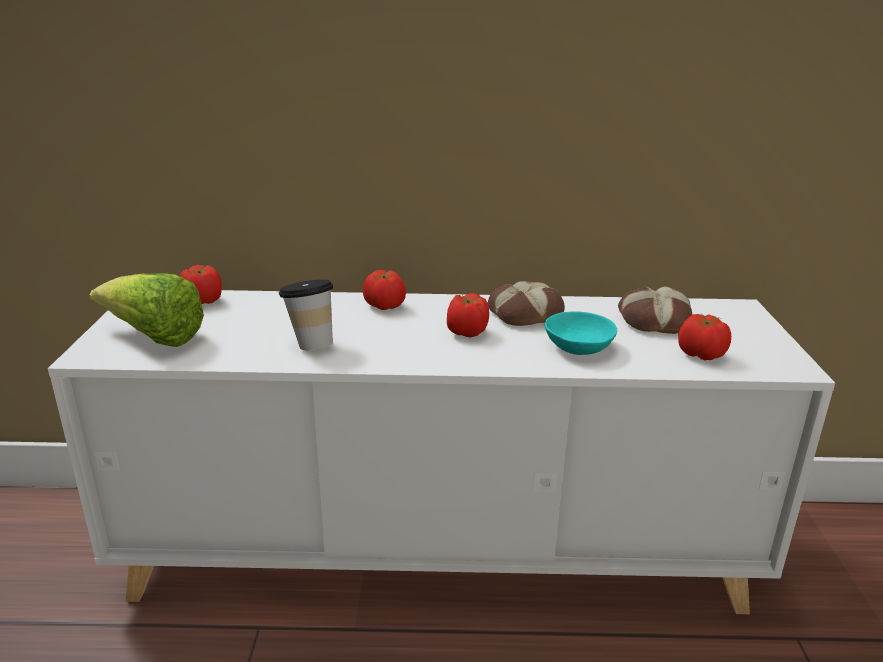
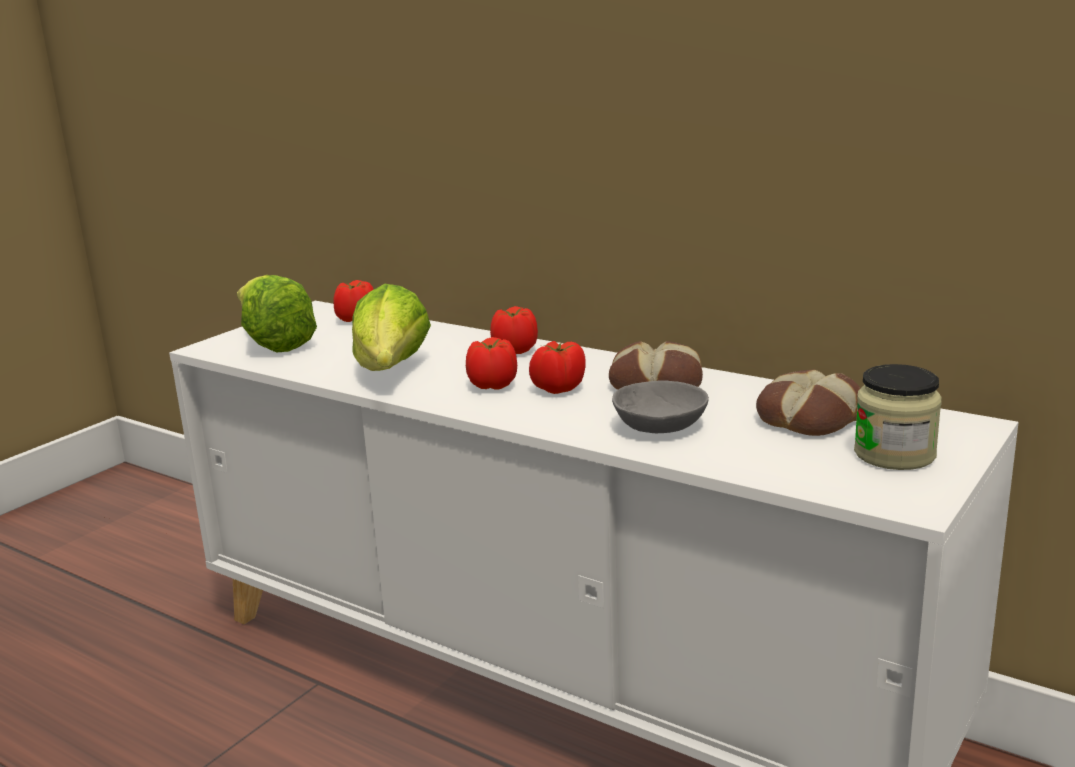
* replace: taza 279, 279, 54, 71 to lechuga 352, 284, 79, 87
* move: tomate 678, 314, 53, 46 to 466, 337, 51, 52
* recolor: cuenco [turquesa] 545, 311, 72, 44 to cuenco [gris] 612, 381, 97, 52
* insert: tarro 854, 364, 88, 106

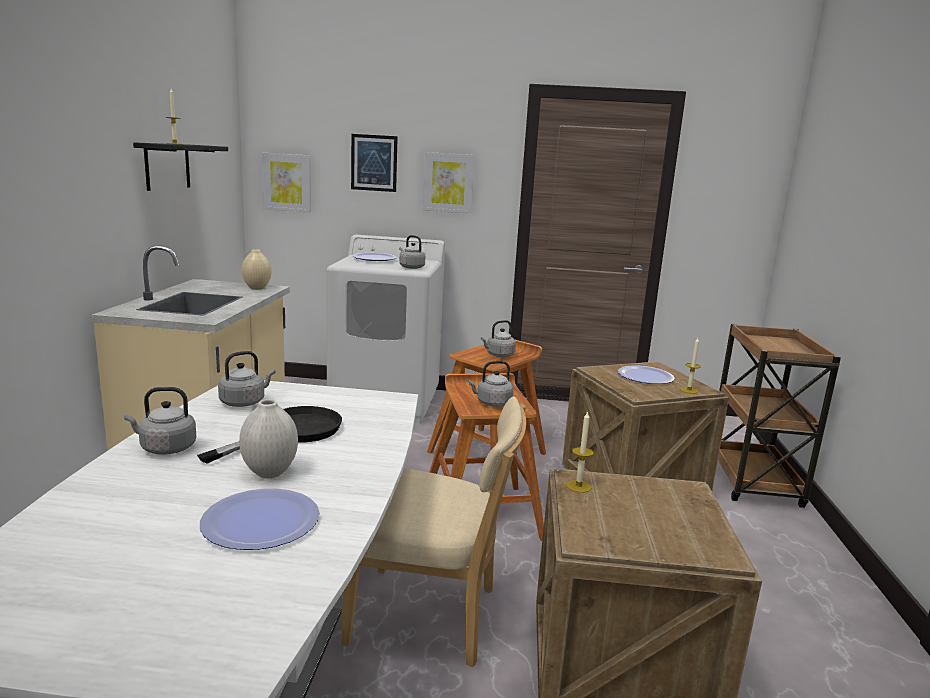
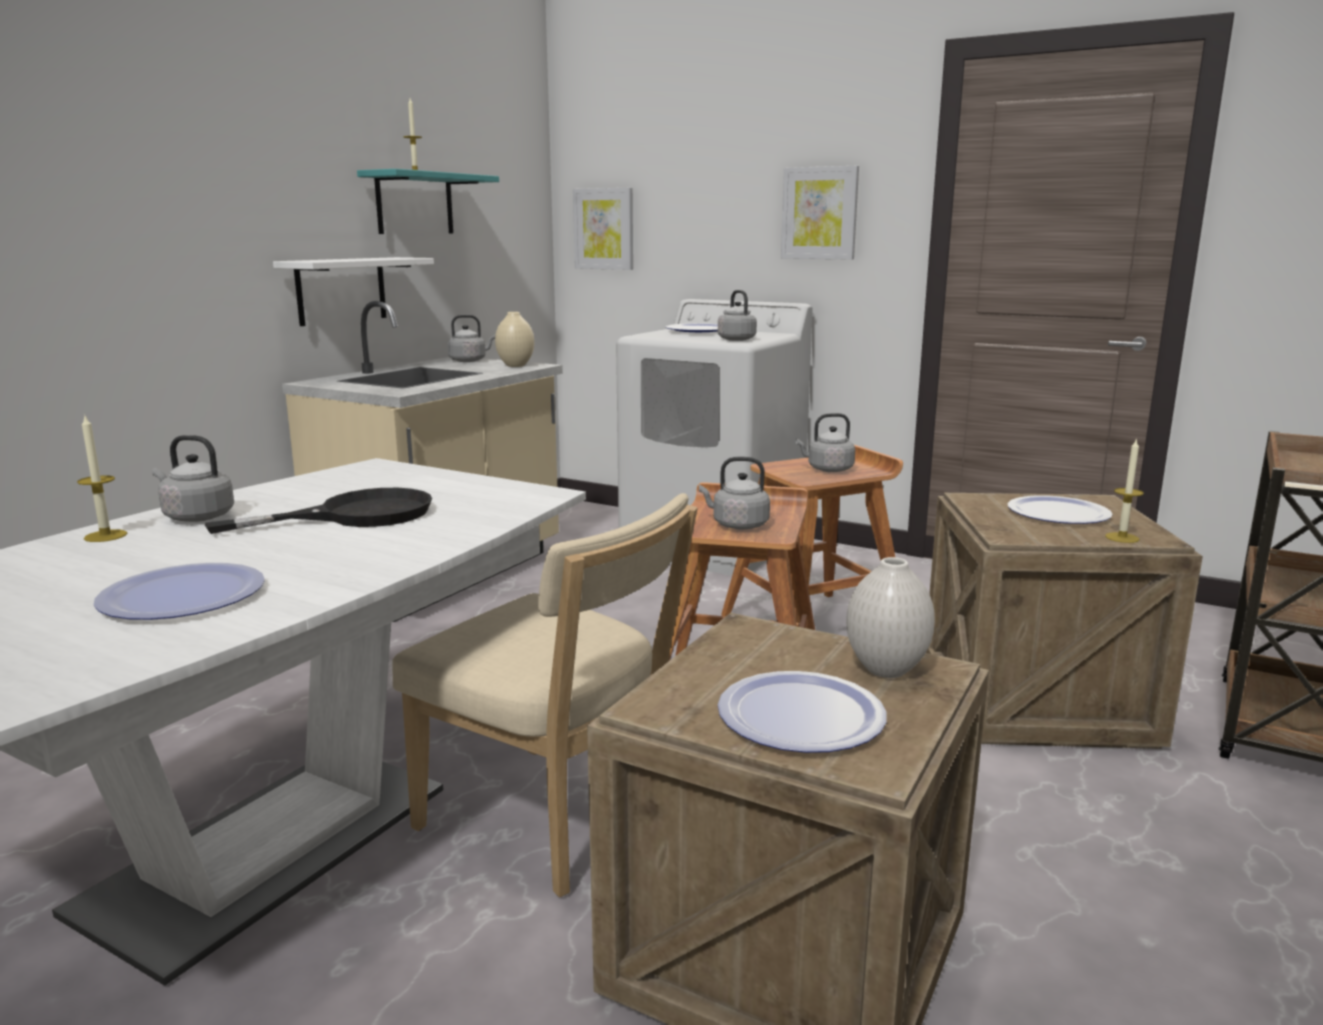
* move: vela 566, 411, 28, 82 to 77, 414, 50, 128
* insert: estante [blanco] 273, 257, 161, 69
* recolor: estante [negro] 133, 142, 95, 49 to estante [turquesa] 357, 169, 142, 65
* move: hervidor [gris] 218, 351, 57, 56 to 448, 315, 47, 47
* insert: plato 718, 671, 169, 82
* move: florero [blanco] 239, 399, 59, 79 to 846, 557, 89, 121
* delete: cuadro 351, 134, 47, 58

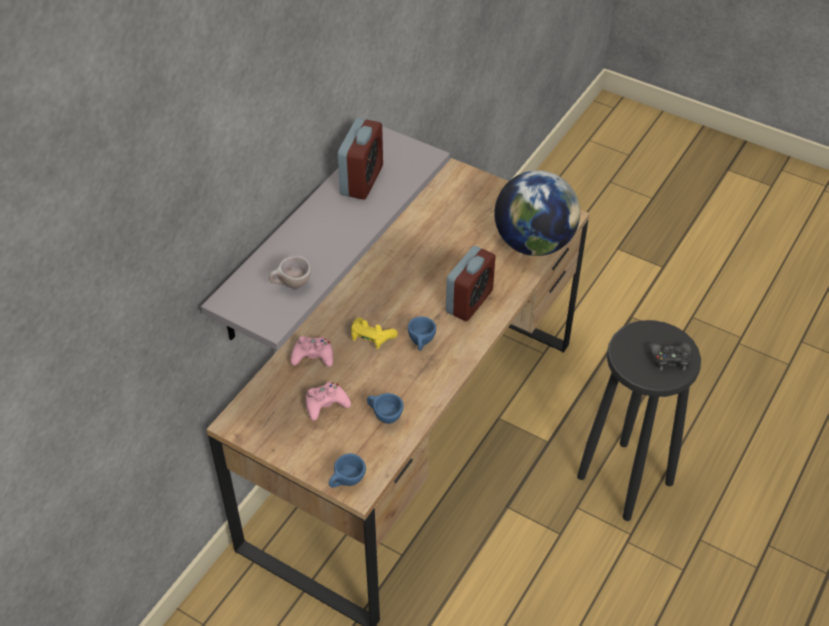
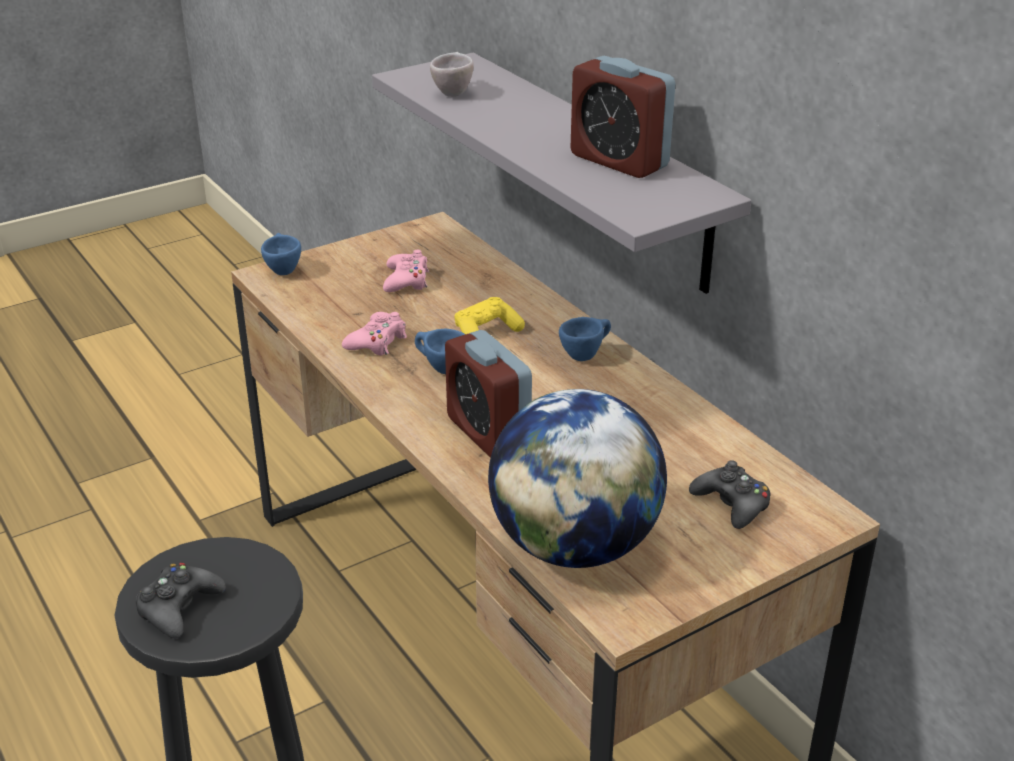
* move: mando de consola [rosa] 291, 336, 42, 31 to 342, 312, 65, 44
* move: taza [azul] 367, 393, 37, 31 to 559, 317, 52, 44
* insert: mando de consola [negro] 689, 460, 82, 69

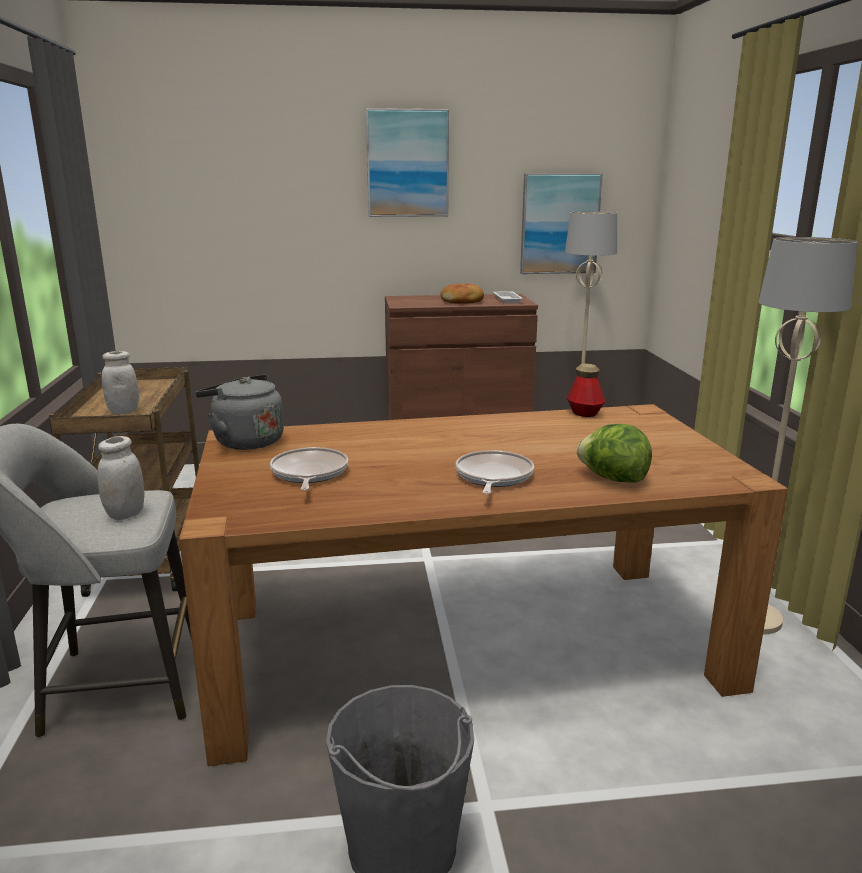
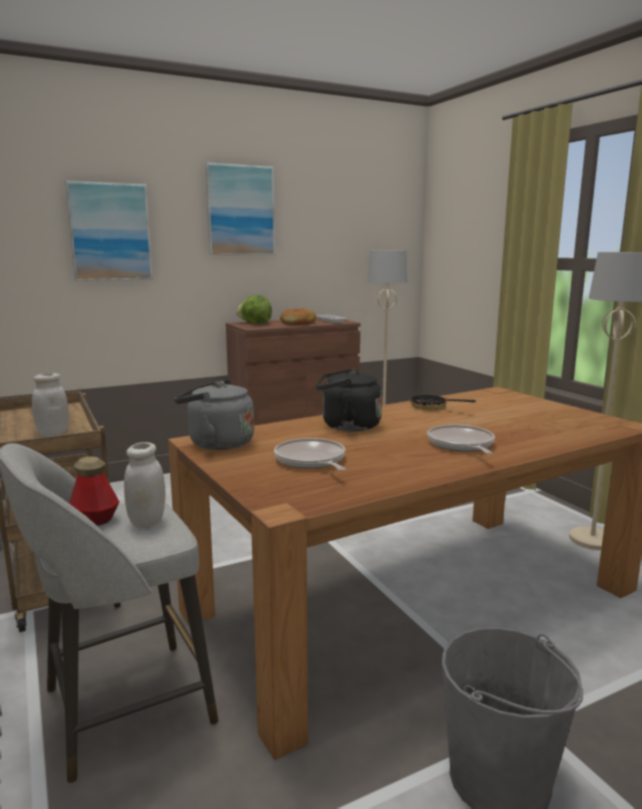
* move: cuadro 520, 173, 83, 101 to 65, 181, 88, 100
* move: botella 567, 363, 38, 54 to 69, 456, 50, 70
* move: lechuga 577, 424, 75, 59 to 236, 295, 36, 29
* insert: hervidor [negro] 316, 368, 66, 64
* insert: sartén 410, 394, 66, 16

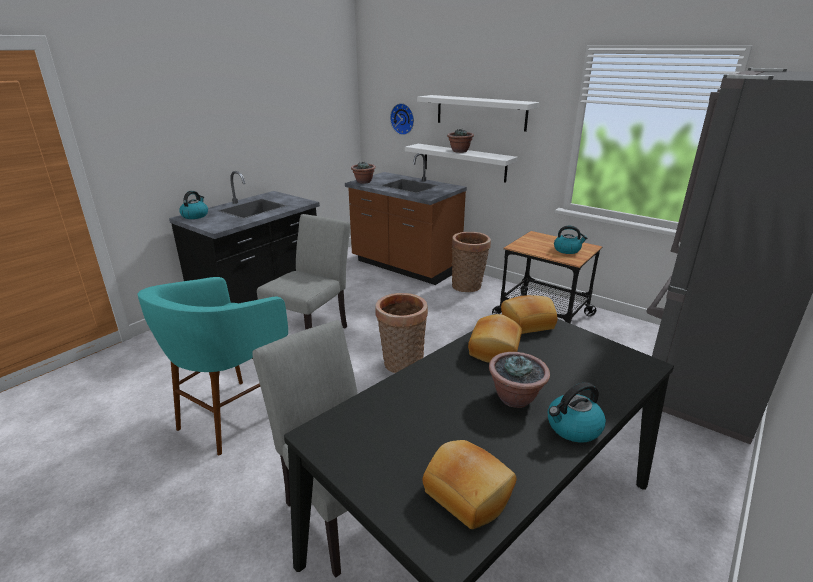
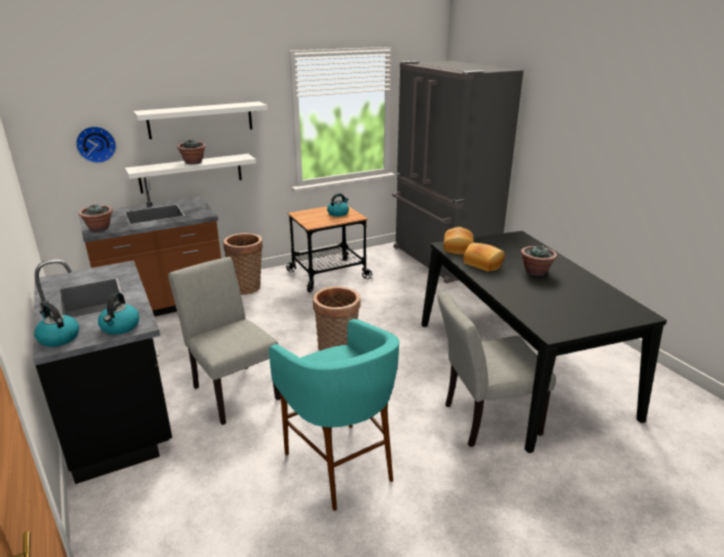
* move: hervidor 548, 382, 58, 61 to 98, 292, 42, 43
* delete: pan 422, 440, 94, 89

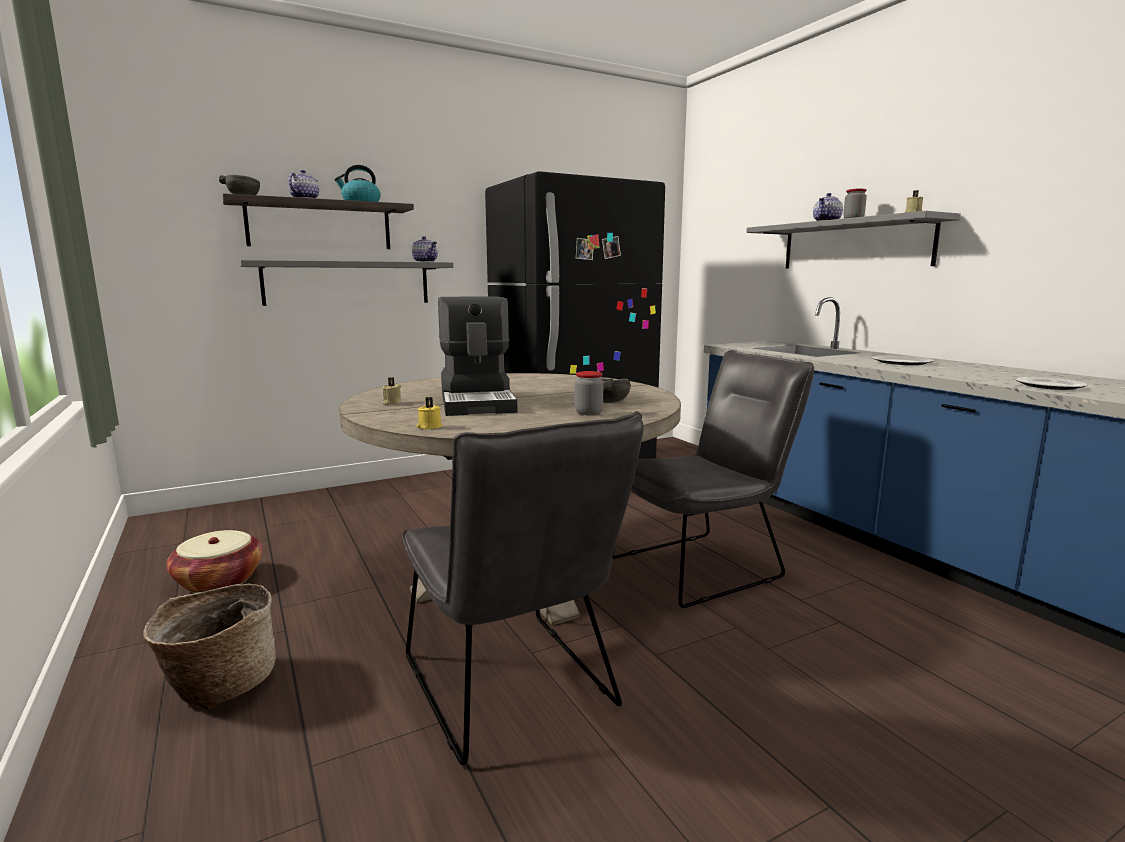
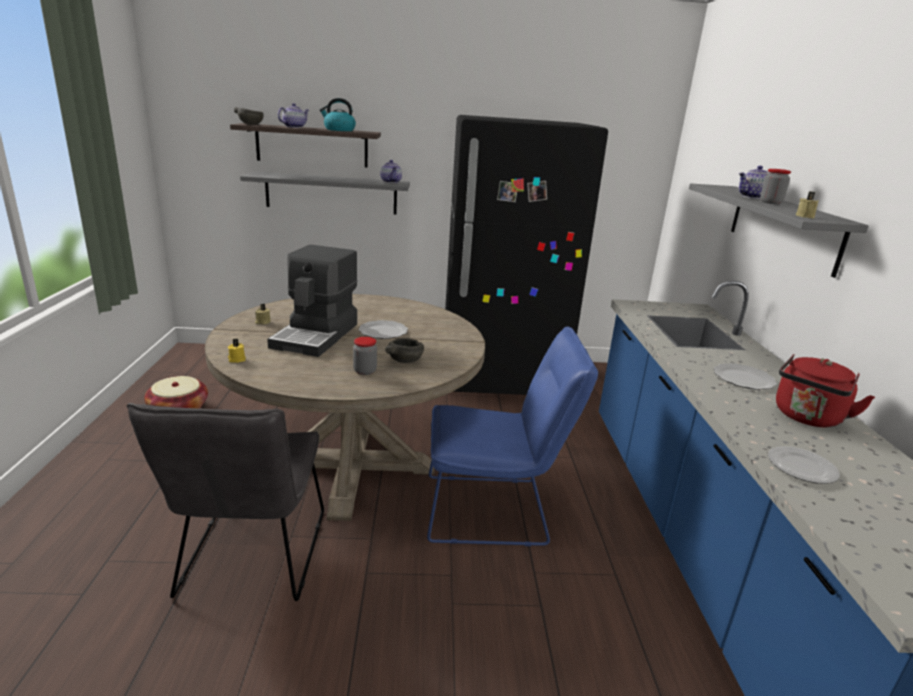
* insert: plato 358, 320, 50, 19
* recolor: silla [gris] 612, 350, 202, 258 to silla [azul] 427, 326, 171, 220
* insert: hervidor [rojo] 776, 354, 99, 73
* delete: cesta 143, 584, 133, 126

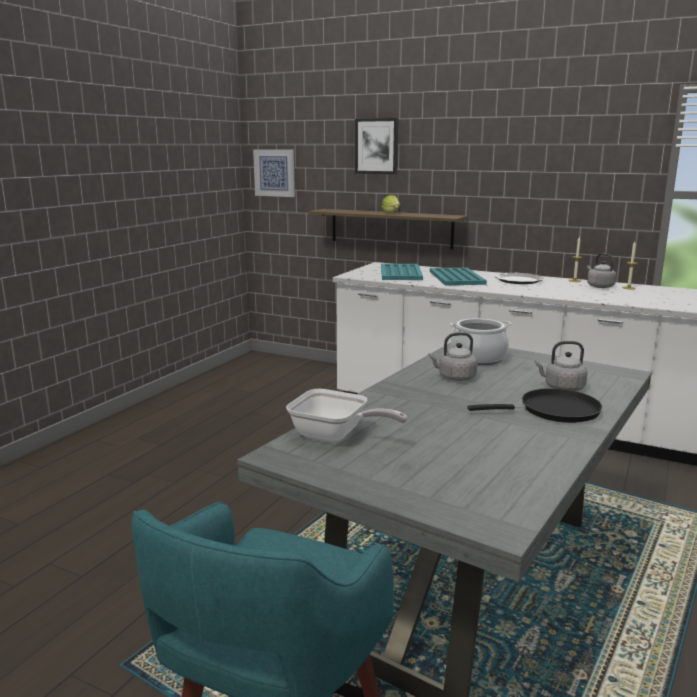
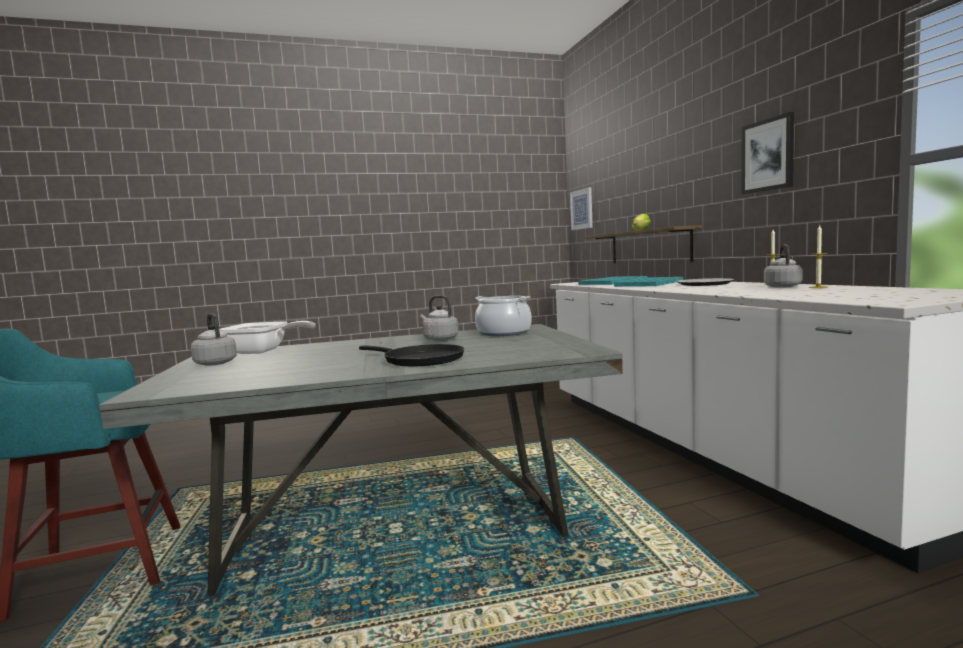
* move: hervidor [gris] 535, 341, 53, 50 to 191, 314, 46, 52
* rotate: sartén 286, 389, 121, 54 = 219, 321, 97, 33 60 degrees counterclockwise
* move: cuadro 355, 118, 43, 56 to 741, 112, 53, 82

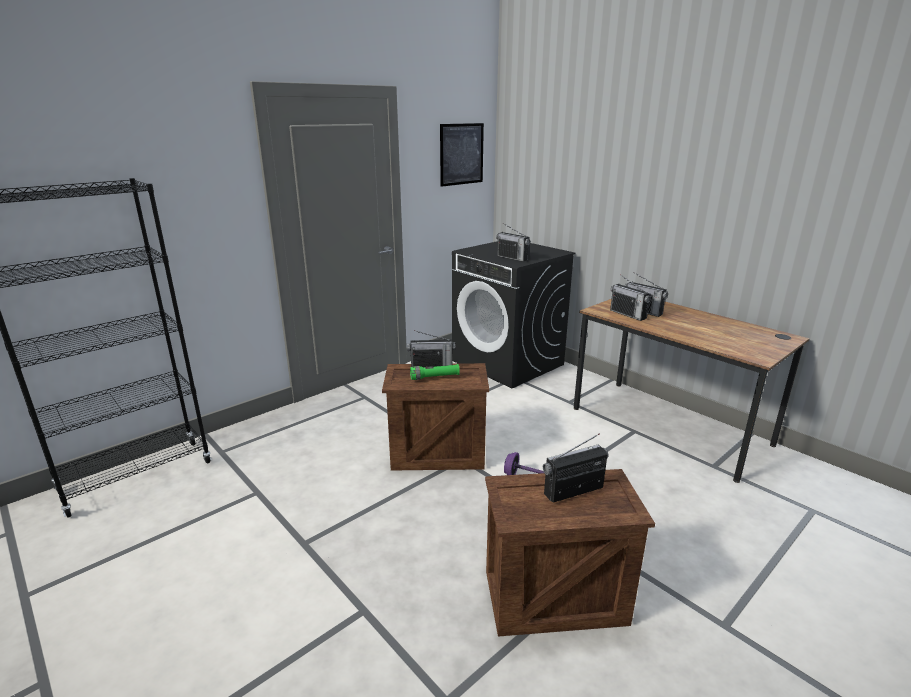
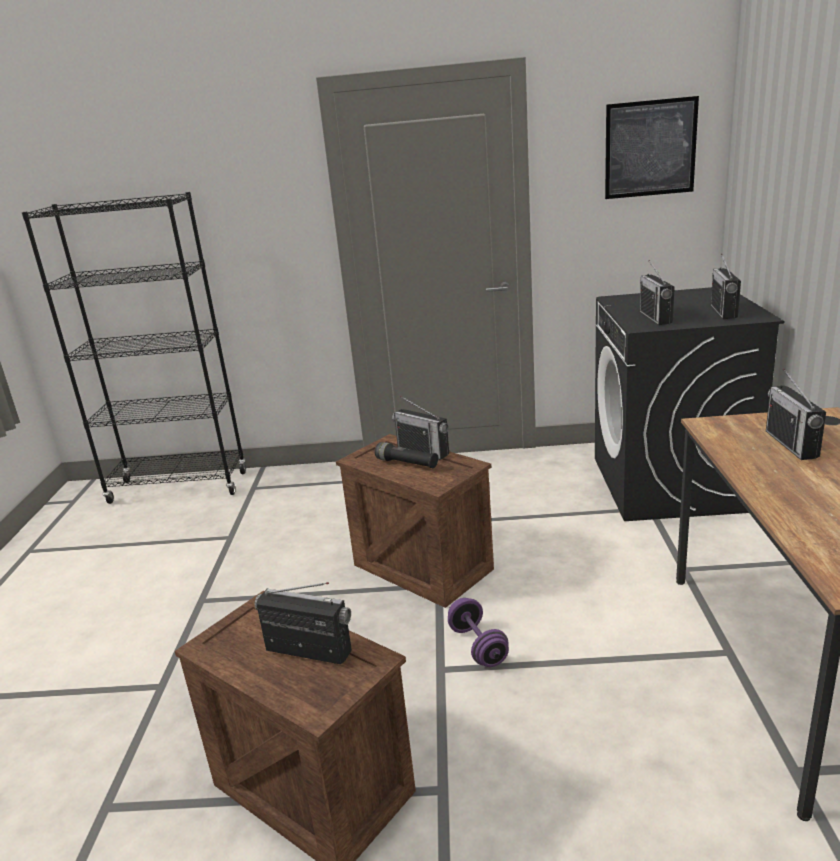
* recolor: linterna [verde] 410, 364, 50, 16 to linterna [negro] 375, 442, 64, 26
* move: radio 610, 274, 41, 47 to 711, 253, 30, 66

